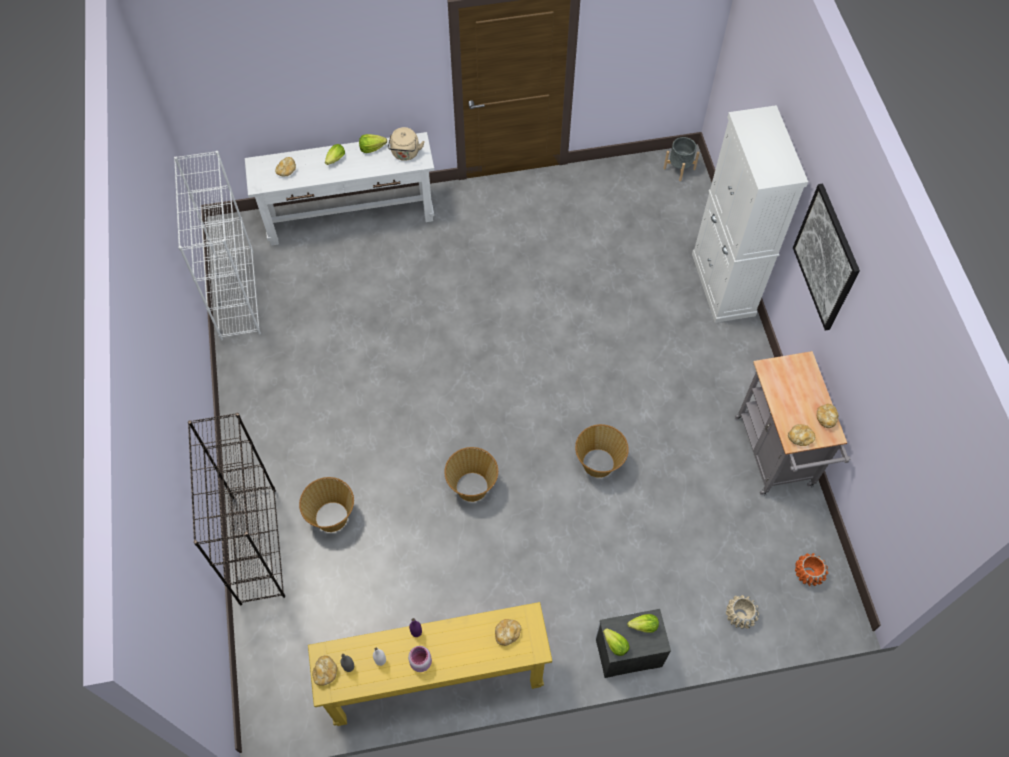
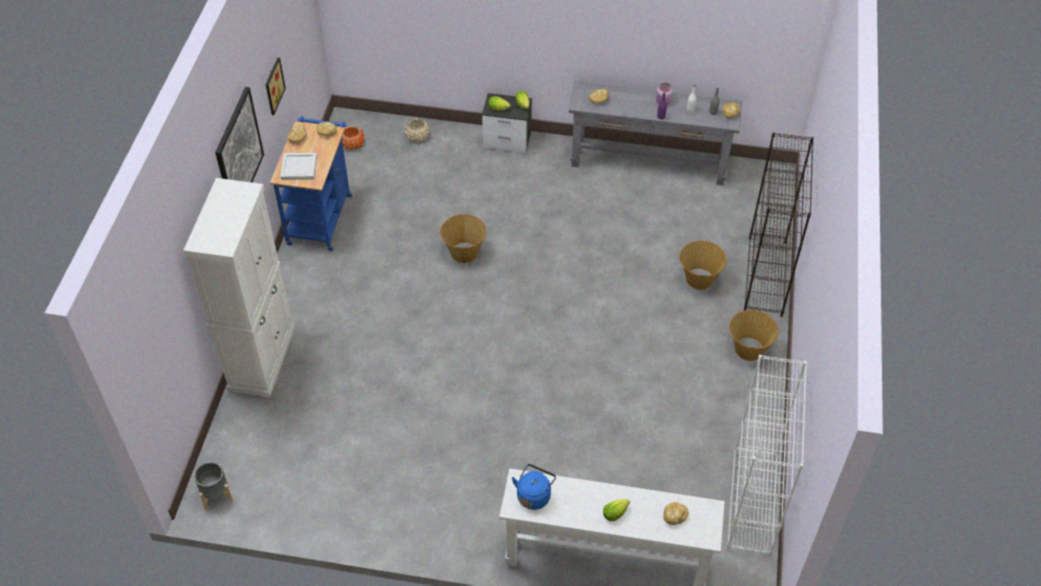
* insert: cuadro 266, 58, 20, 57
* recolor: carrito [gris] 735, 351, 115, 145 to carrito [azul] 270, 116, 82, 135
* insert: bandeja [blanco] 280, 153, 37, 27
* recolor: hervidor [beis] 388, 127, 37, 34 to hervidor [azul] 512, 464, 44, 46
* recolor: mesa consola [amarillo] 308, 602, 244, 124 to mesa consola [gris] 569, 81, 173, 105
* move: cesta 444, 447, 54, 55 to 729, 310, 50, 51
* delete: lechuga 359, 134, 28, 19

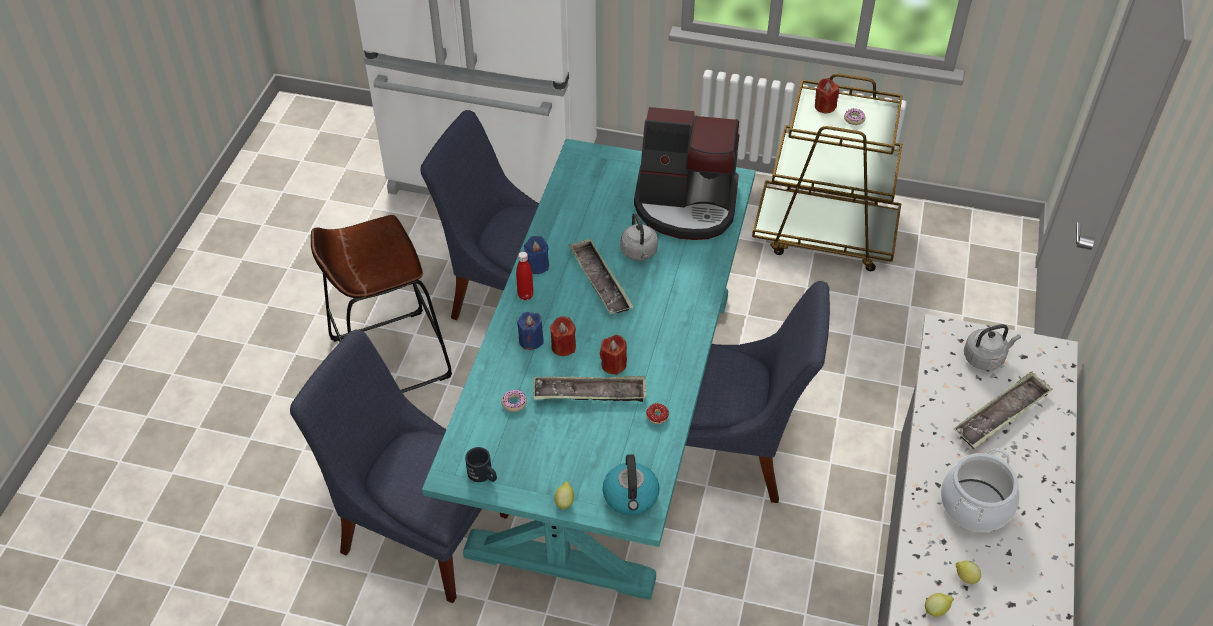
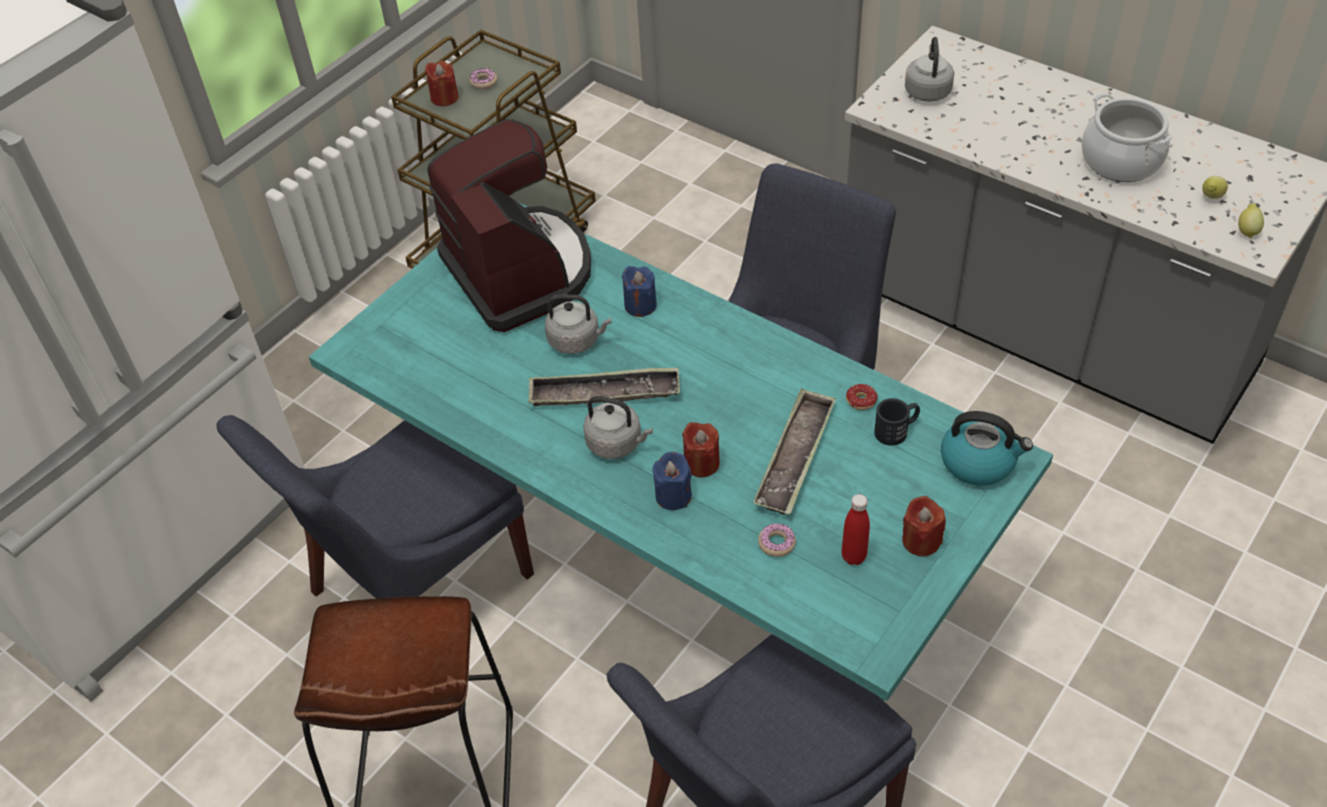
* rotate: cafetera 634, 107, 105, 133 = 427, 119, 164, 213 60 degrees counterclockwise
* insert: hervidor [gris] 583, 396, 70, 63
* move: vela [azul] 524, 236, 25, 38 to 622, 266, 35, 51
* move: botella [rojo] 516, 252, 17, 48 to 842, 494, 28, 71
* move: taza grande [negro] 465, 447, 32, 35 to 874, 398, 46, 48
* move: vela [rojo] 600, 335, 27, 40 to 902, 496, 44, 61
* delete: limón 555, 482, 19, 28
* delete: bandeja 954, 371, 99, 77

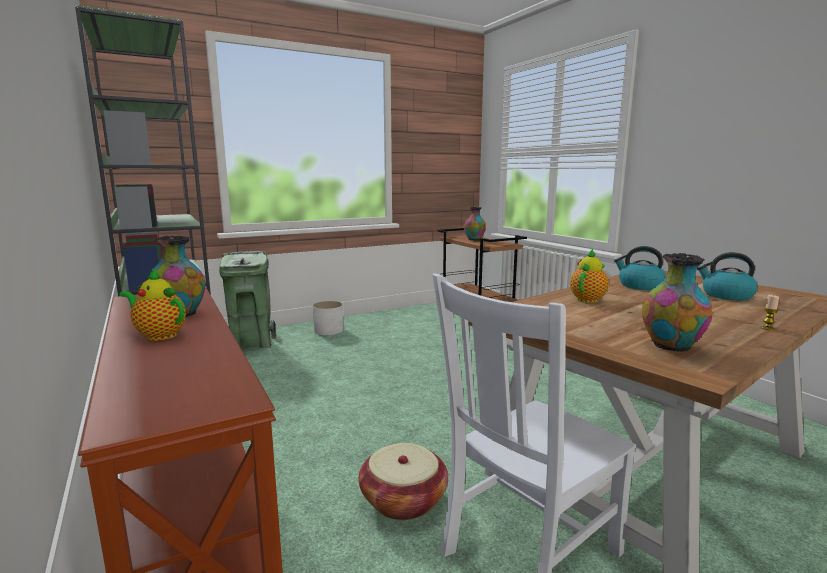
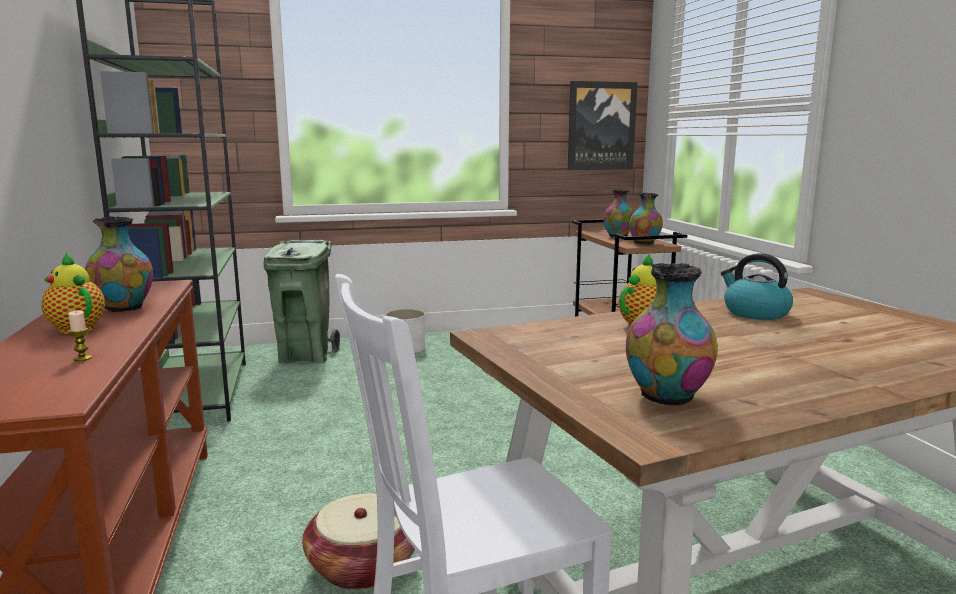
* move: vela 761, 295, 18, 35 to 68, 310, 24, 51
* insert: cuadro 568, 81, 70, 89
* insert: florero 629, 193, 34, 51
* delete: hervidor 697, 252, 61, 48

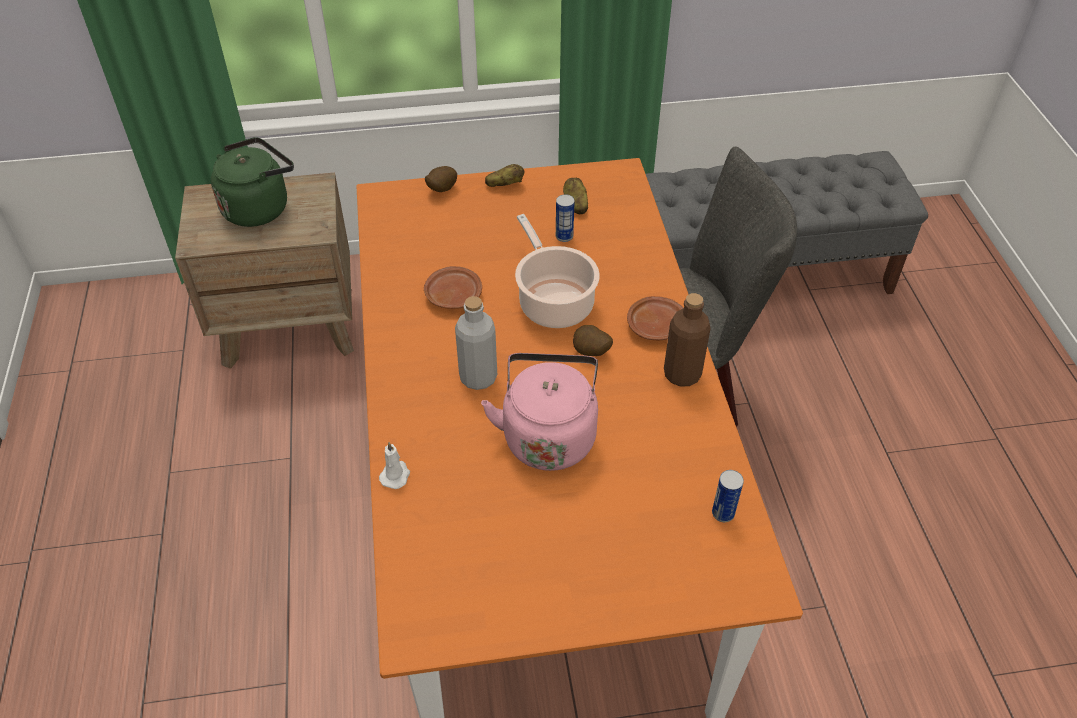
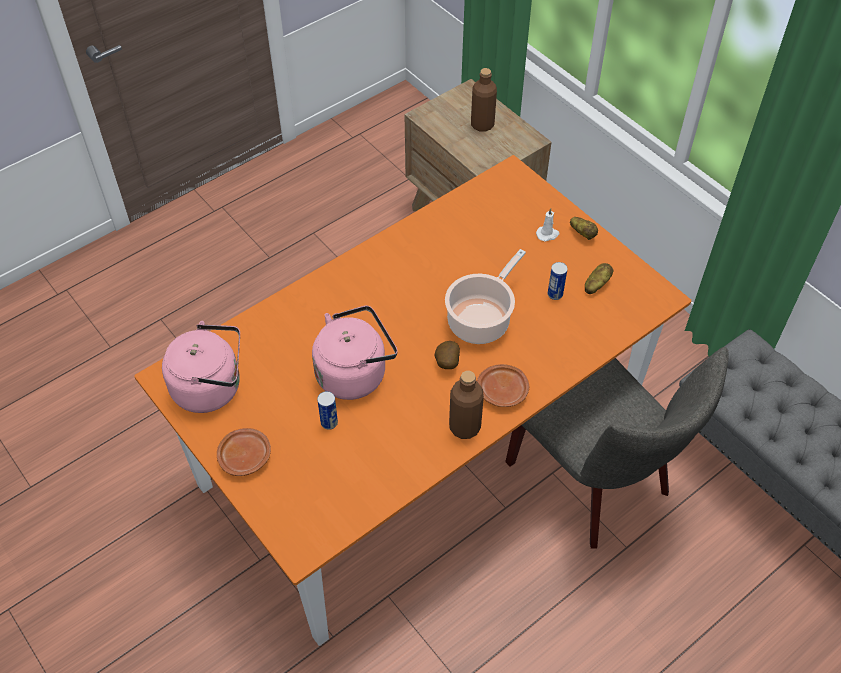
* insert: hervidor [rosa] 162, 321, 78, 92
* move: plato [marrón] 424, 266, 58, 43 to 217, 428, 54, 48
* move: lata 712, 470, 32, 52 to 317, 391, 21, 39
* replace: hervidor [verde] 211, 137, 83, 90 to botella [marrón] 471, 68, 26, 64
* move: vela [blanco] 379, 442, 31, 47 to 536, 208, 23, 34
* delete: patata 425, 166, 32, 26
* delete: botella [gris] 455, 296, 42, 94

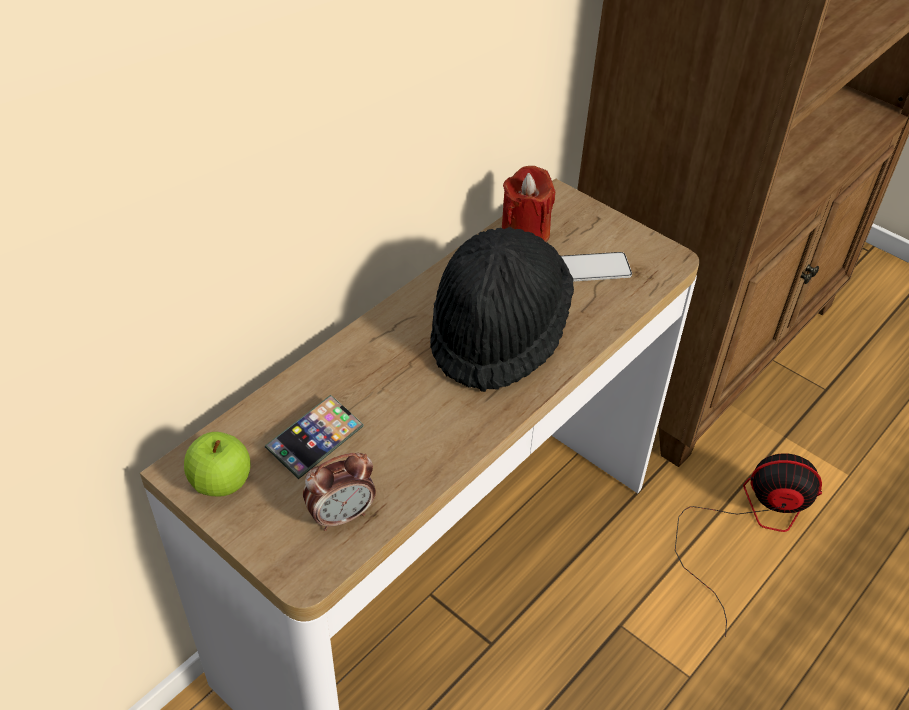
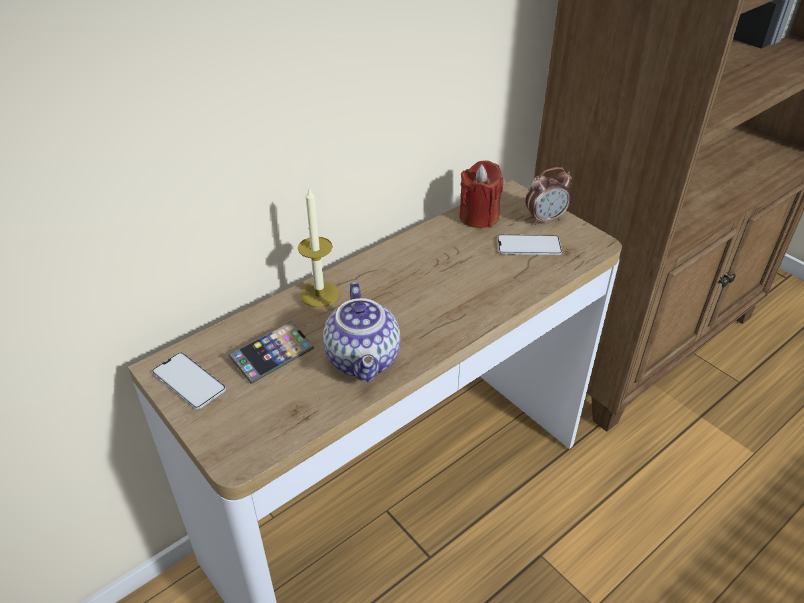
* replace: manzana 184, 432, 66, 65 to móvil 152, 353, 74, 57
* insert: vela 298, 187, 41, 120
* insert: tetera 323, 282, 78, 100
* move: despertador 303, 453, 73, 78 to 525, 167, 48, 58
* delete: sombrero [negro] 430, 227, 144, 165
* delete: ventilador 675, 453, 147, 184

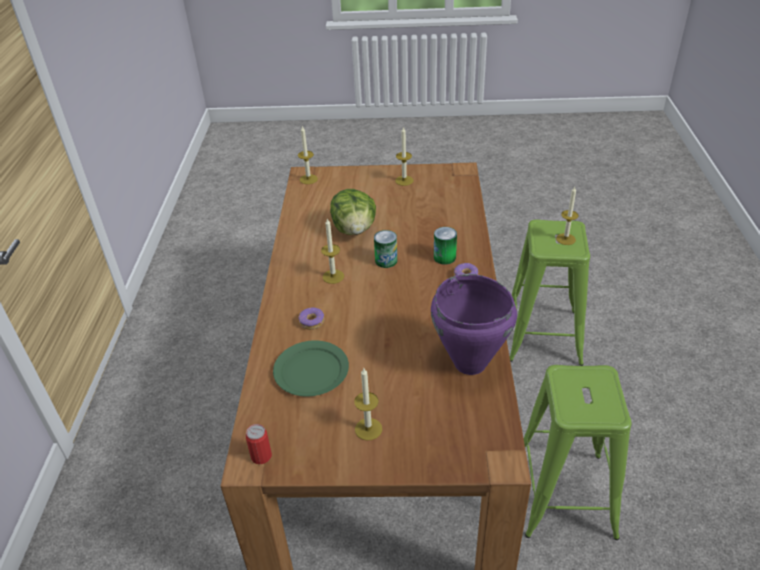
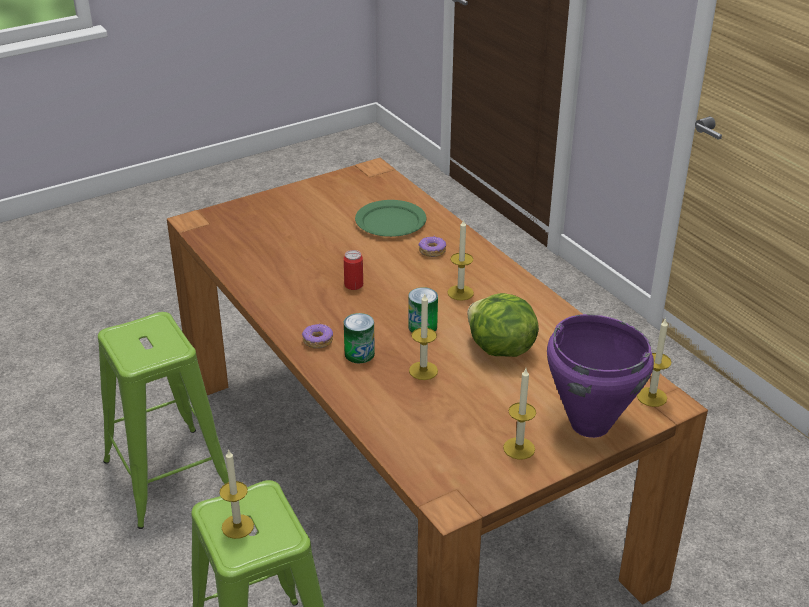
* move: lata 246, 424, 26, 40 to 344, 250, 19, 40
* move: vela 354, 368, 28, 73 to 409, 294, 29, 86
* move: olla [morado] 431, 274, 86, 101 to 547, 314, 107, 124

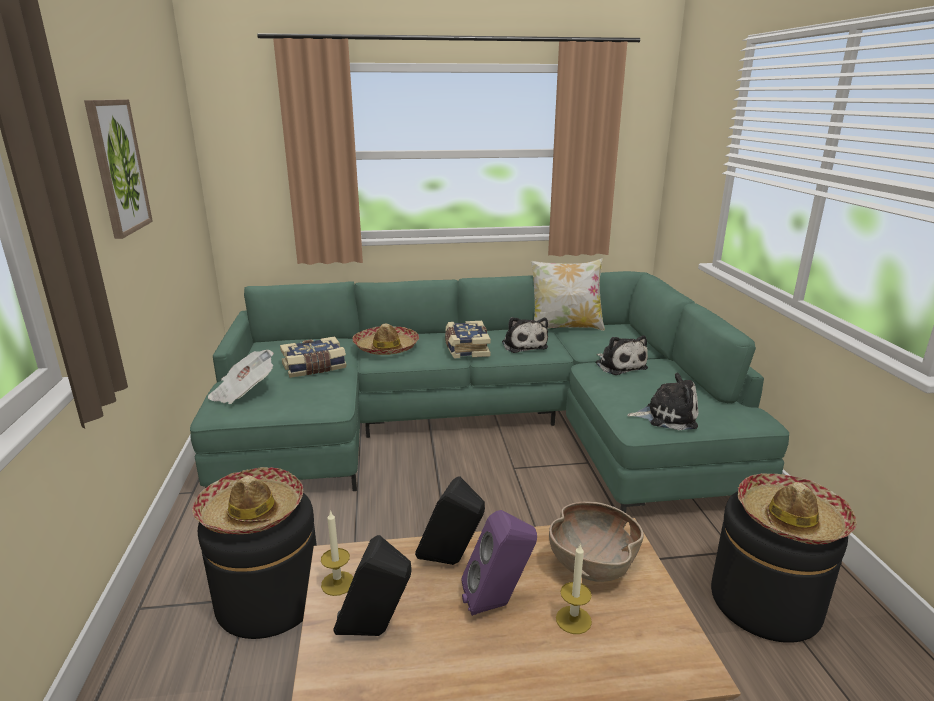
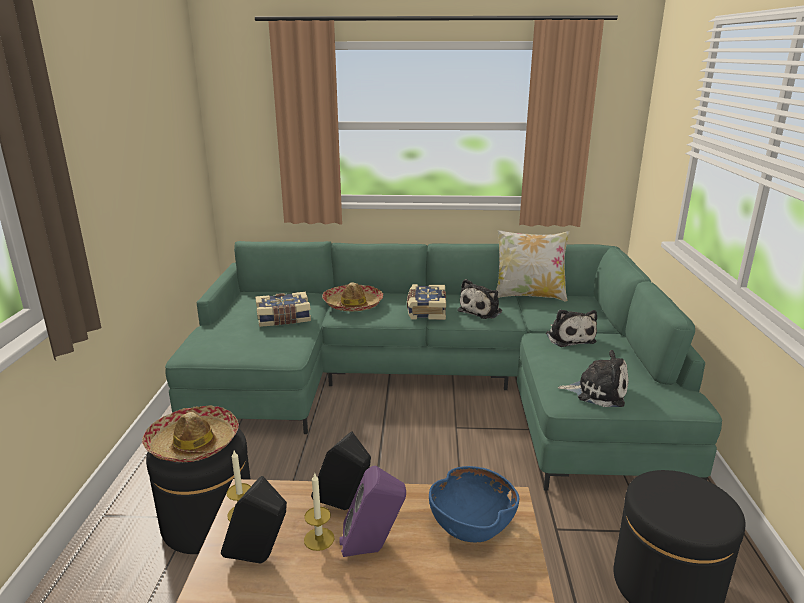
* move: vela 556, 543, 36, 91 to 304, 472, 30, 79
* recolor: cuenco [marrón] 549, 502, 95, 80 to cuenco [azul] 429, 466, 90, 76
* rotate: peluche 502, 317, 46, 36 = 458, 279, 44, 40 45 degrees clockwise
* delete: cuadro 84, 99, 69, 140
* delete: periódico 208, 350, 66, 54
* delete: sombrero 738, 473, 119, 71

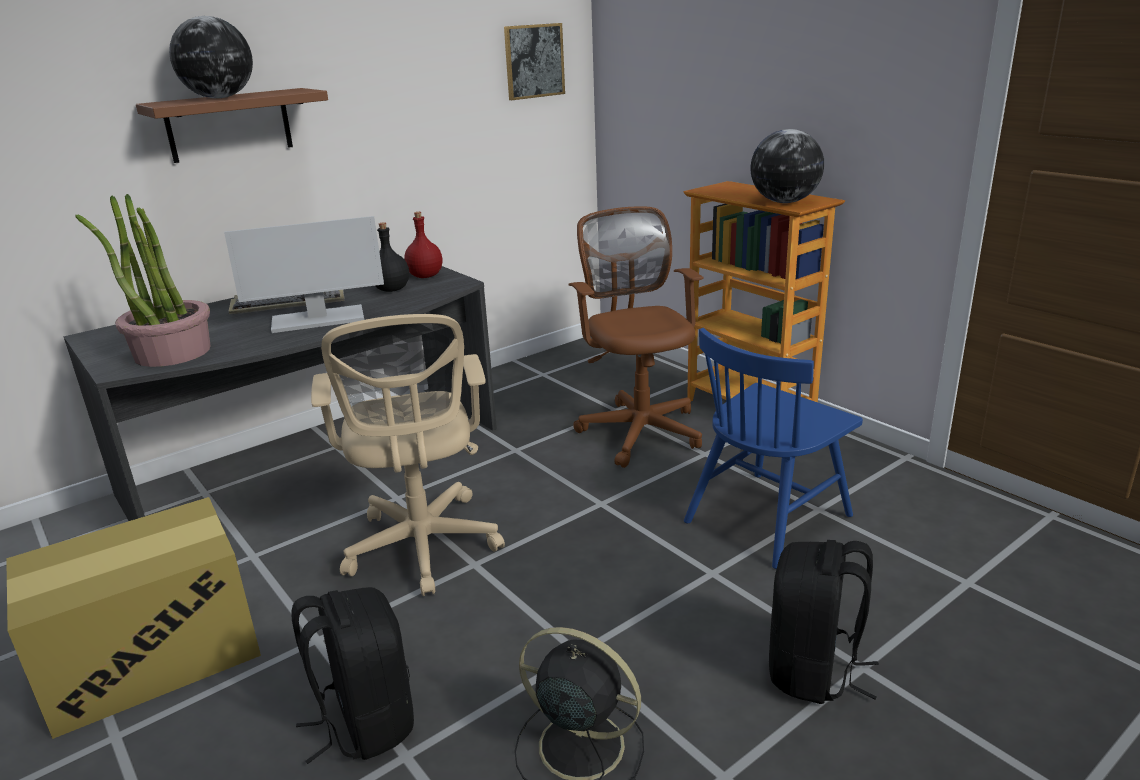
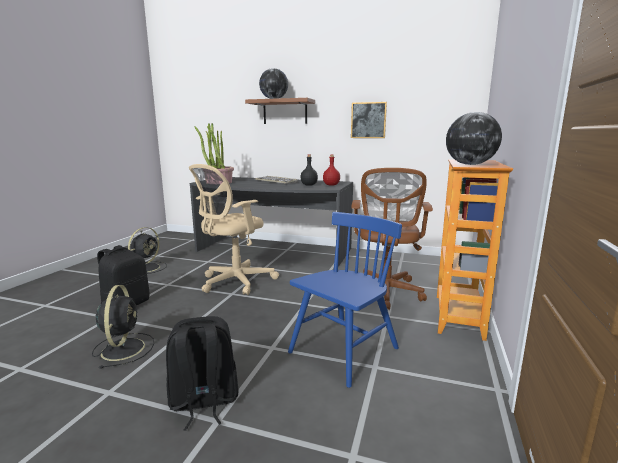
* replace: caja de cartón 6, 497, 255, 242 to ventilador [negro] 128, 227, 39, 47
* rotate: silla [azul] 684, 328, 179, 241 = 288, 212, 114, 176 120 degrees clockwise
* move: cuadro 504, 23, 61, 77 to 351, 102, 36, 36
* rotate: silla de oficina [marrón] 568, 206, 135, 262 = 351, 168, 82, 142 150 degrees clockwise
* delete: monitor 224, 216, 160, 117

